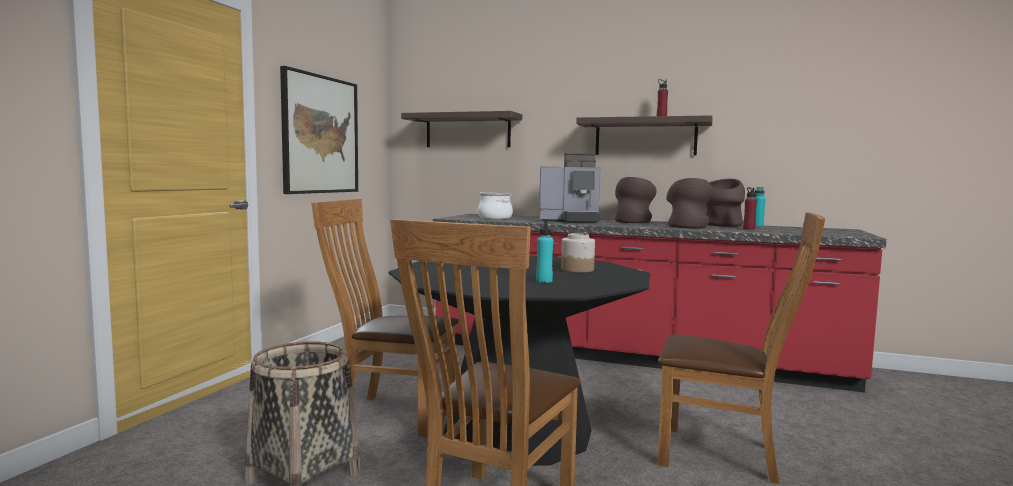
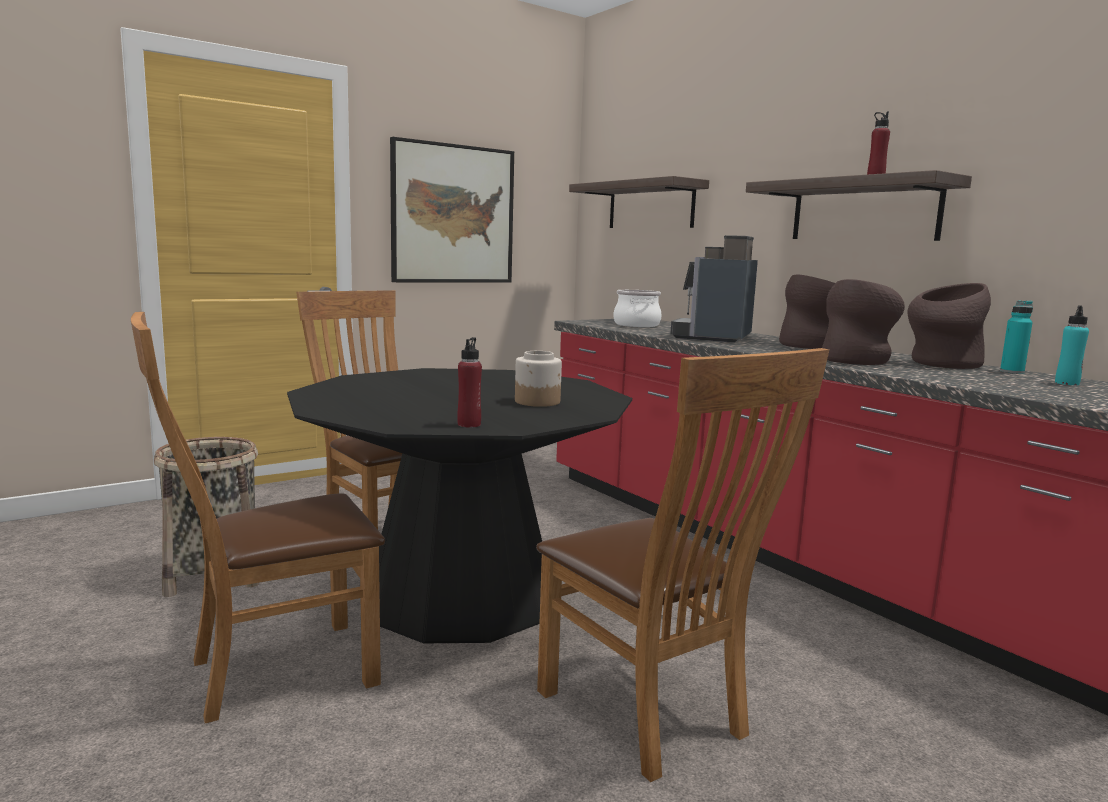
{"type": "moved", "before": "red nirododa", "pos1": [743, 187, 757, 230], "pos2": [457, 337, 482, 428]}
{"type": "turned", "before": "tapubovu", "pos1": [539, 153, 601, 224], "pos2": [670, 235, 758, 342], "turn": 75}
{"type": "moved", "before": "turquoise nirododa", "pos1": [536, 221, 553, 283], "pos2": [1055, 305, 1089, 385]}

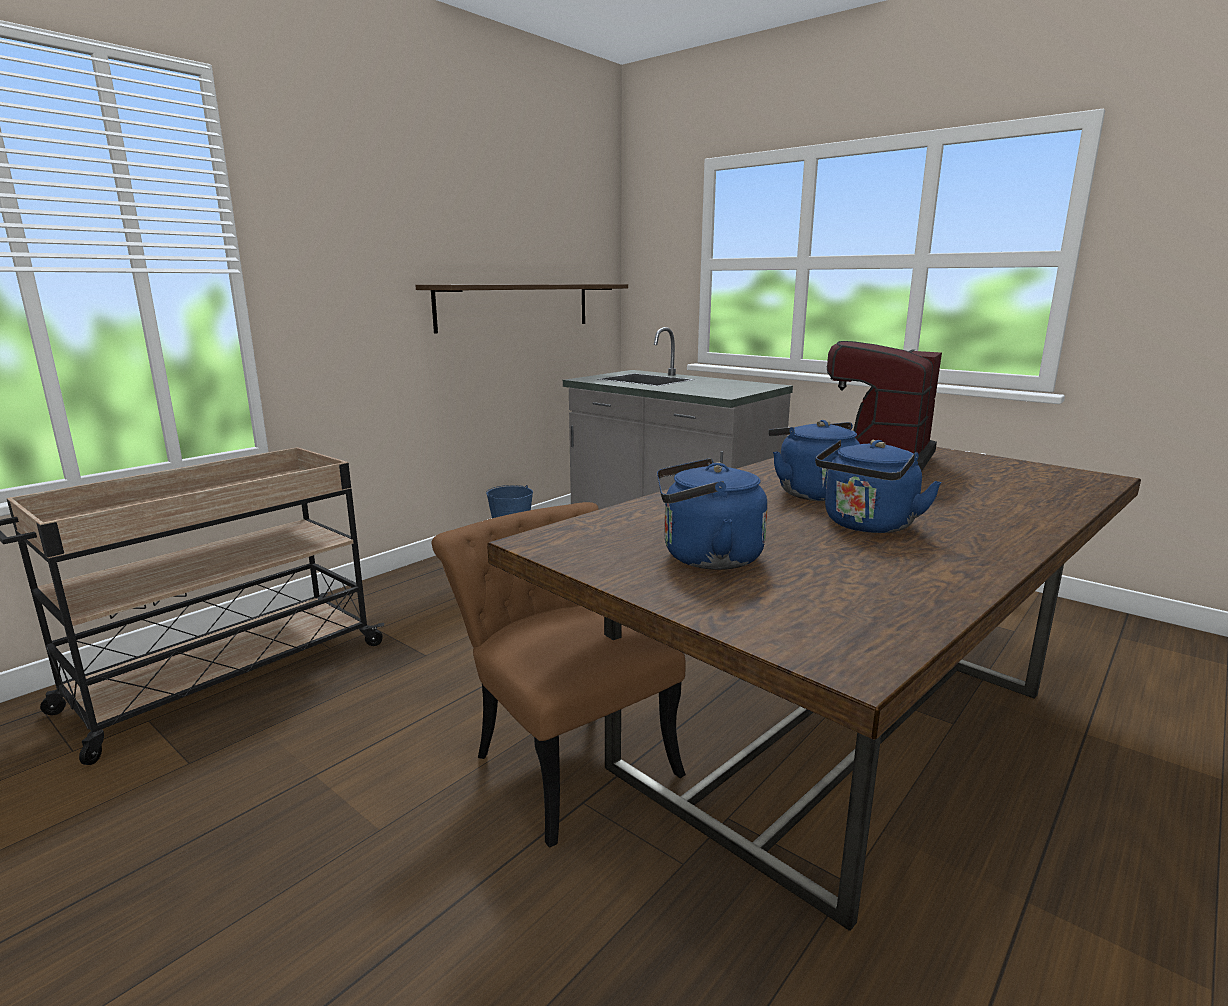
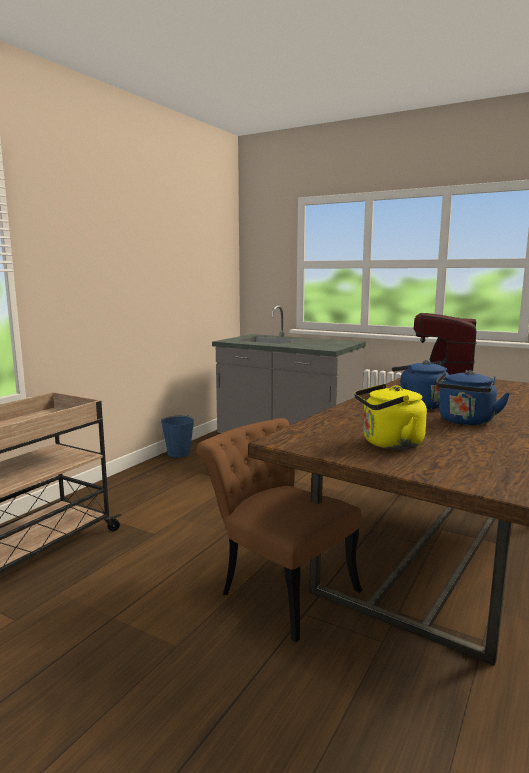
{"type": "recoloured", "before": "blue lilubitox", "after": "yellow lilubitox", "pos1": [657, 458, 768, 570], "pos2": [354, 384, 427, 450]}
{"type": "removed", "before": "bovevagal", "pos1": [415, 284, 628, 333]}

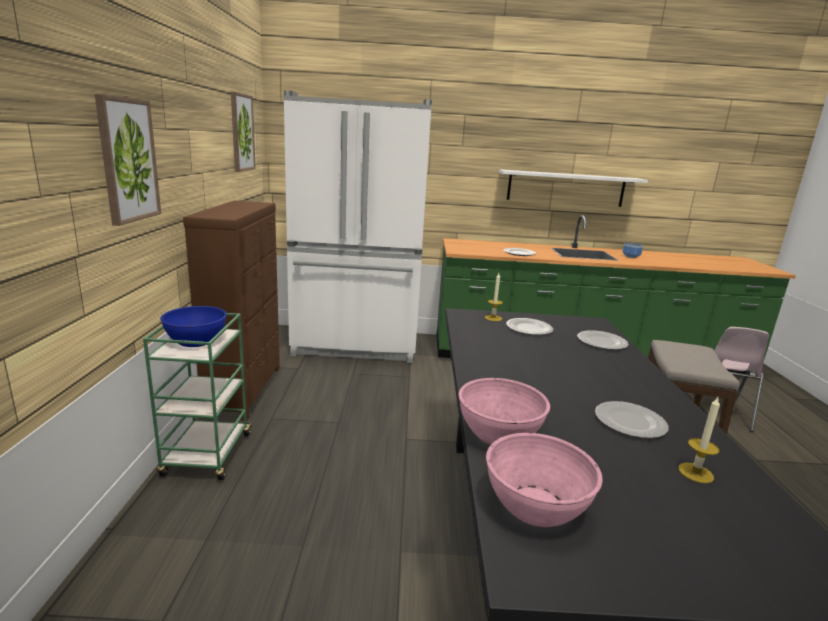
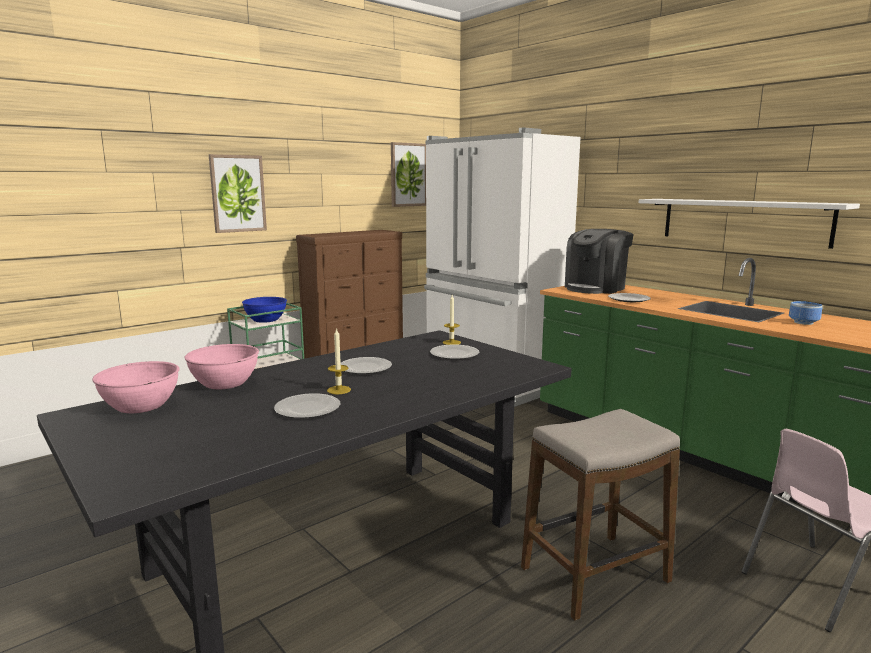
{"type": "moved", "before": "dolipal", "pos1": [678, 397, 720, 484], "pos2": [327, 328, 351, 394]}
{"type": "moved", "before": "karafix", "pos1": [577, 330, 629, 350], "pos2": [341, 357, 392, 374]}
{"type": "added", "after": "tapubovu", "pos2": [565, 229, 634, 294]}

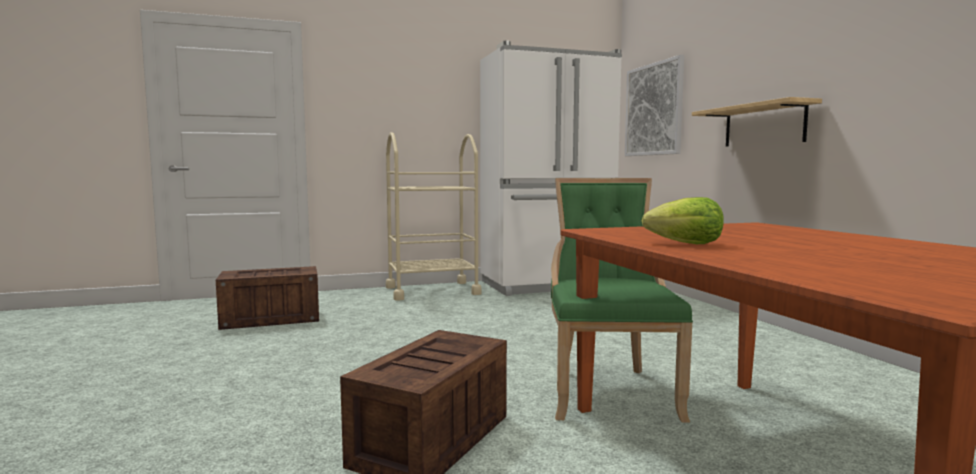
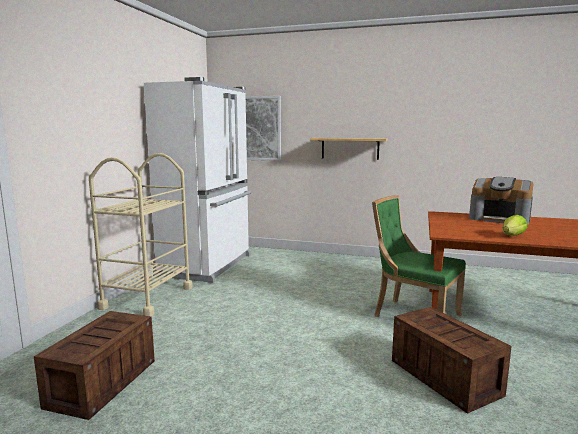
{"type": "added", "after": "tapubovu", "pos2": [469, 177, 533, 225]}

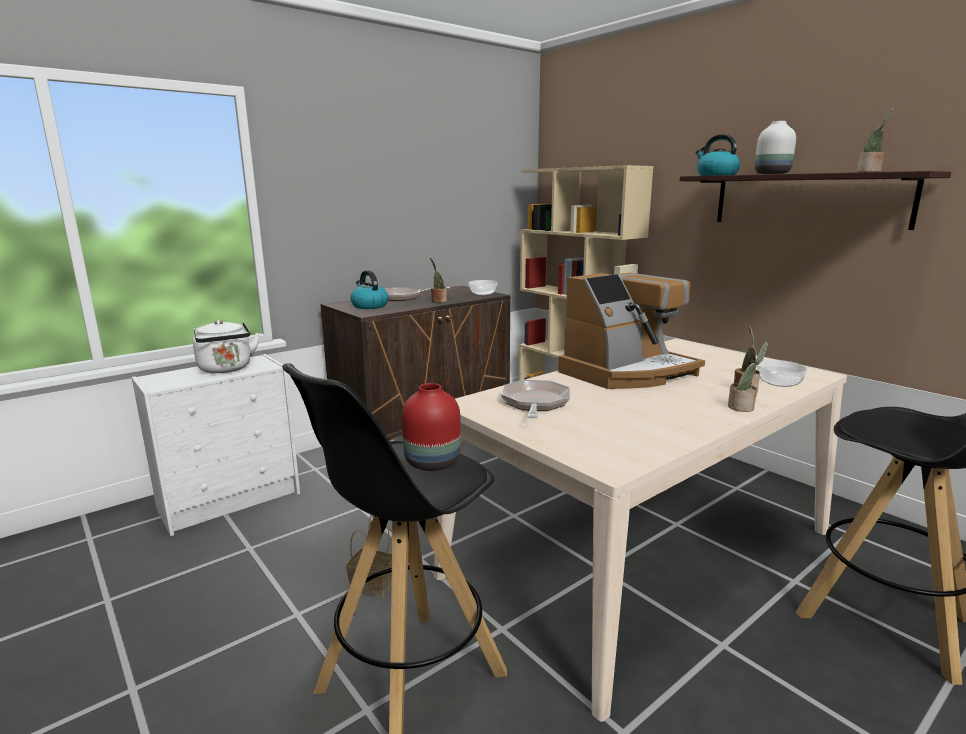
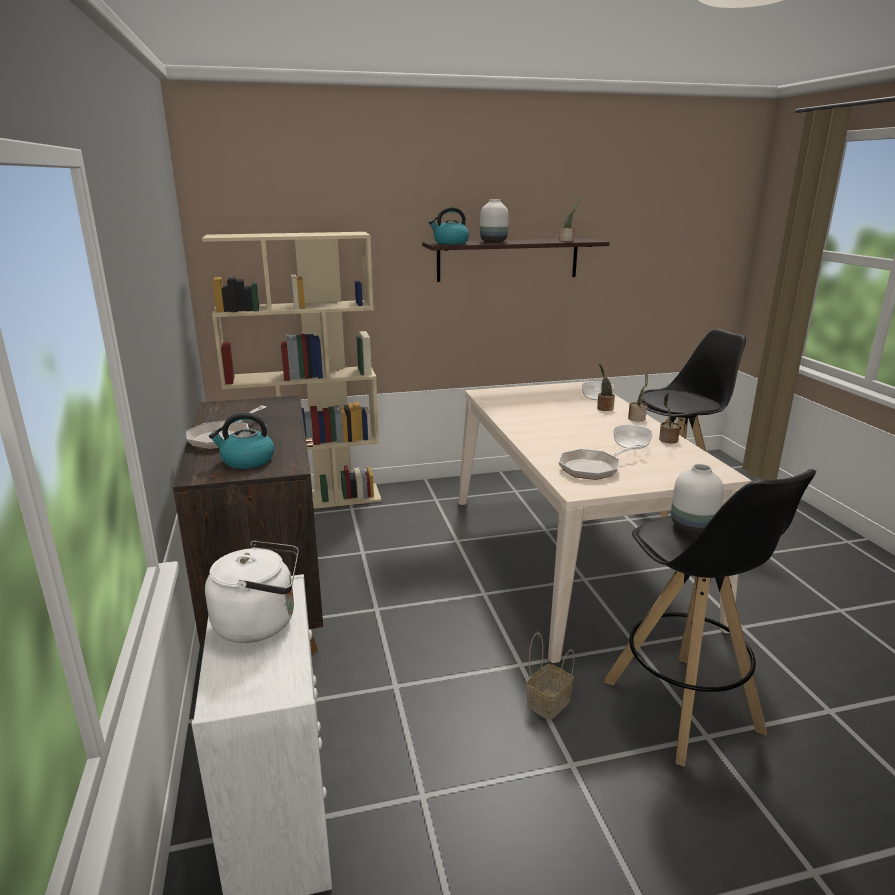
{"type": "turned", "before": "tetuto", "pos1": [501, 380, 570, 418], "pos2": [559, 444, 646, 480], "turn": -60}
{"type": "moved", "before": "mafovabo", "pos1": [468, 280, 498, 295], "pos2": [613, 425, 653, 450]}
{"type": "moved", "before": "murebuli", "pos1": [430, 258, 447, 303], "pos2": [659, 393, 680, 443]}
{"type": "recoloured", "before": "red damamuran", "after": "white damamuran", "pos1": [402, 383, 461, 471], "pos2": [671, 464, 724, 534]}
{"type": "removed", "before": "tapubovu", "pos1": [558, 273, 705, 389]}

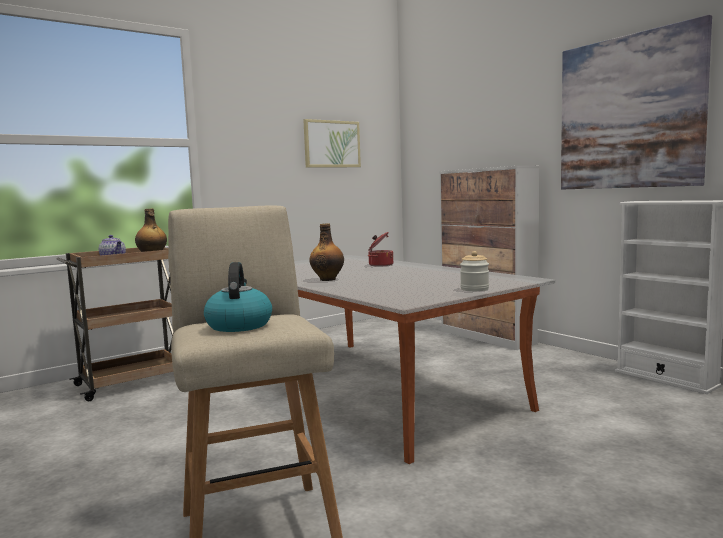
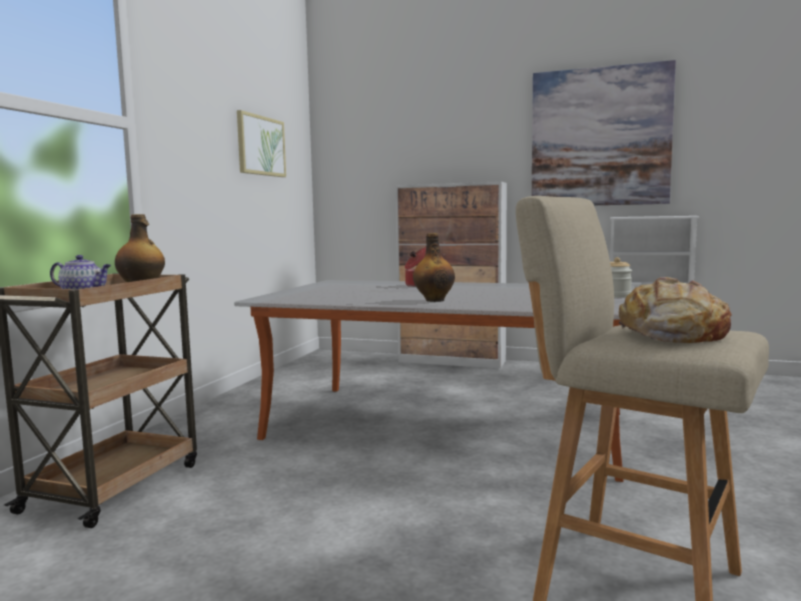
{"type": "replaced", "before": "lilubitox", "after": "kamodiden", "pos1": [204, 262, 272, 332], "pos2": [619, 277, 732, 343]}

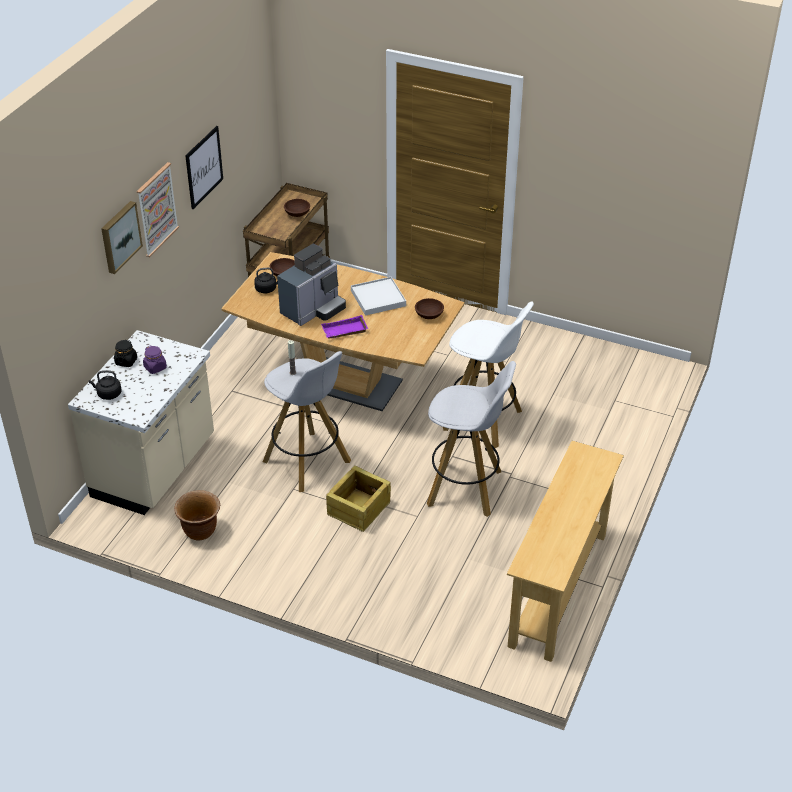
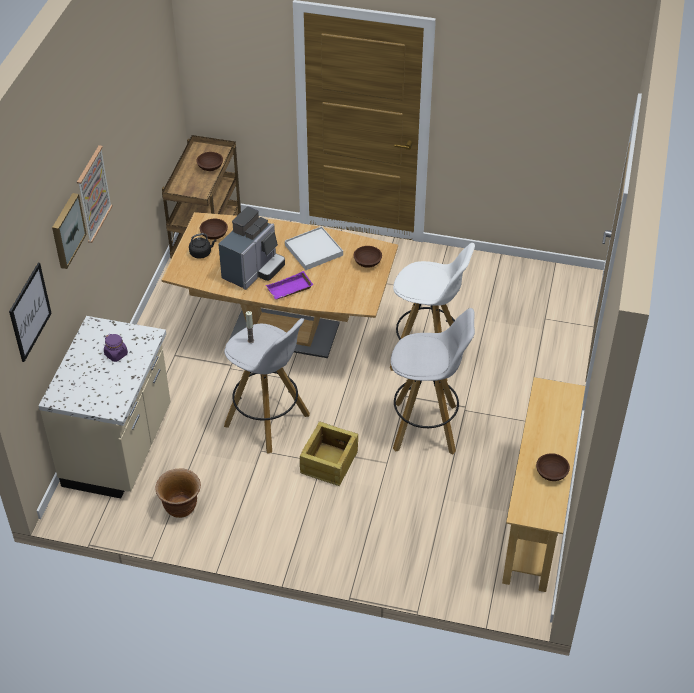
{"type": "moved", "before": "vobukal", "pos1": [185, 126, 223, 209], "pos2": [9, 263, 52, 362]}
{"type": "added", "after": "brown mafovabo", "pos2": [536, 453, 570, 481]}
{"type": "removed", "before": "black lilubitox", "pos1": [89, 370, 121, 400]}
{"type": "removed", "before": "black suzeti", "pos1": [114, 340, 137, 367]}

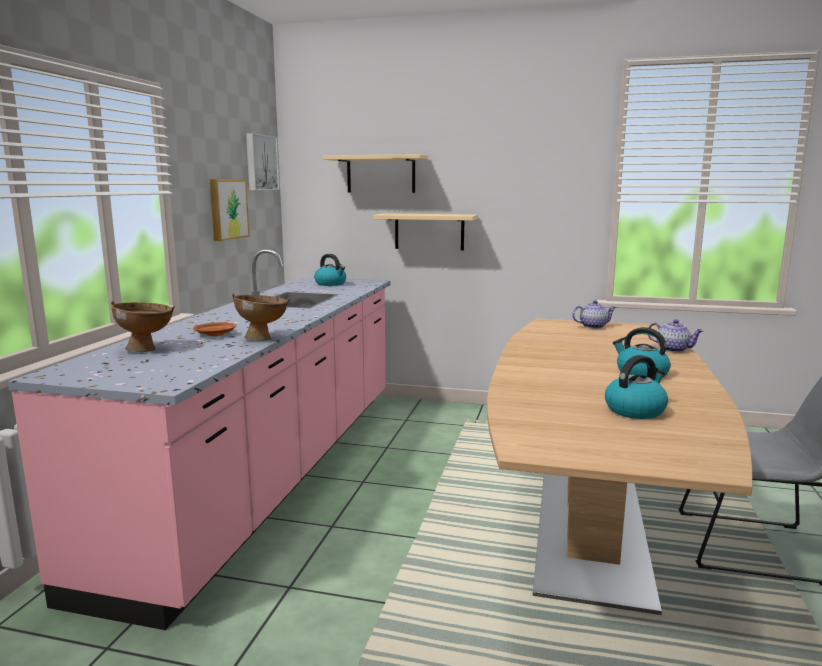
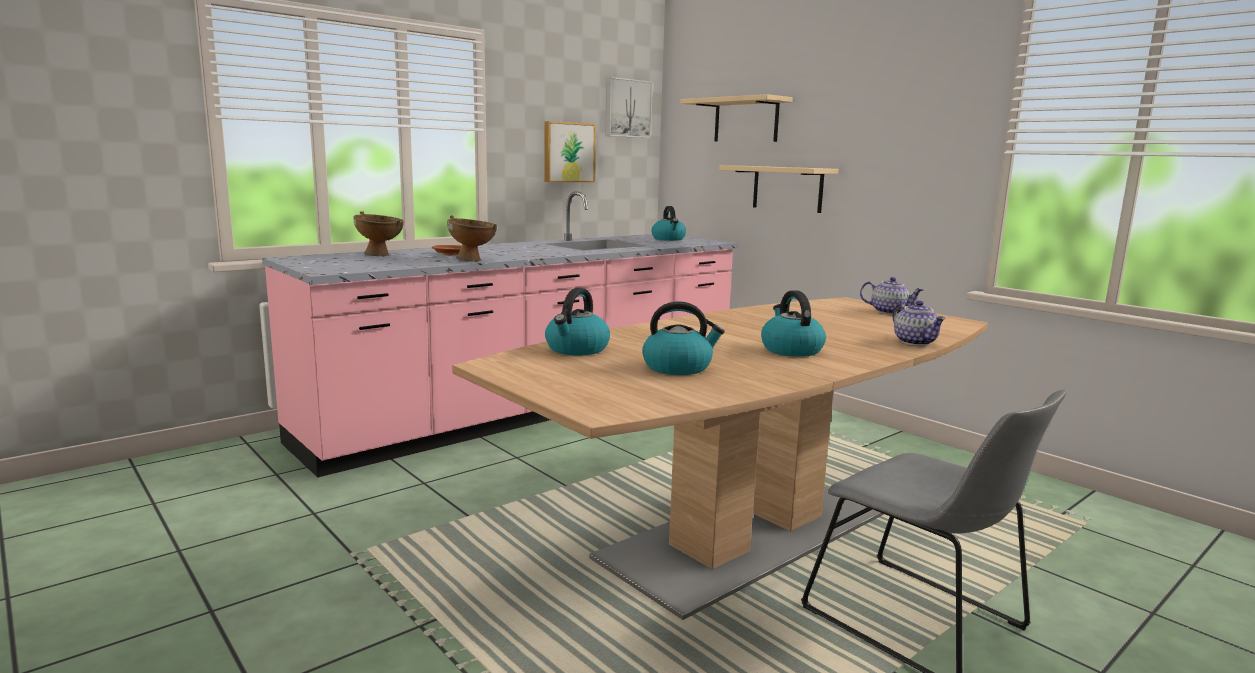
{"type": "added", "after": "lilubitox", "pos2": [545, 288, 610, 356]}

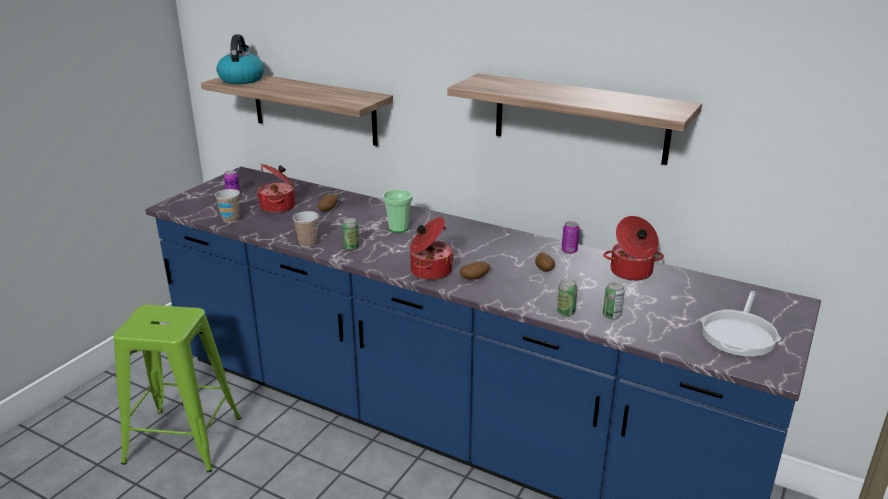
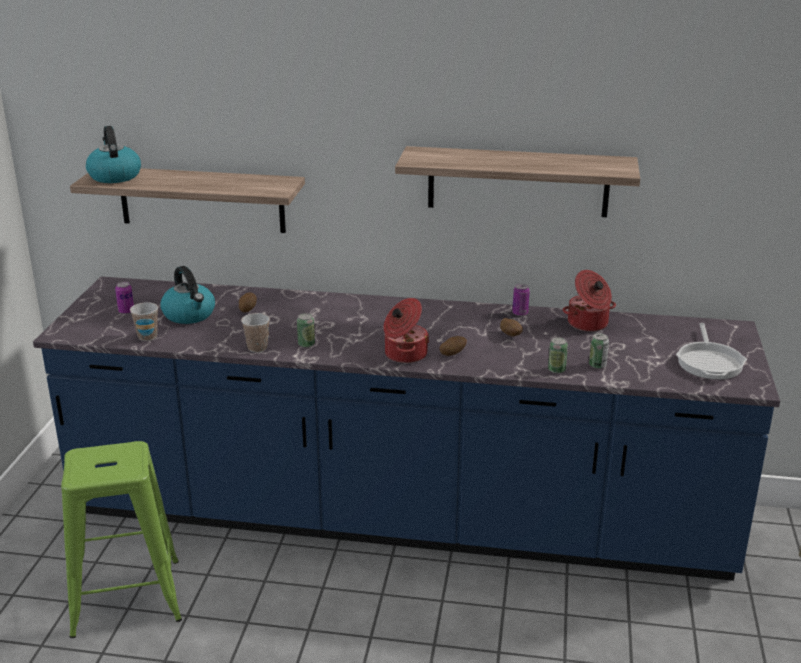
{"type": "replaced", "before": "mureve", "after": "lilubitox", "pos1": [257, 164, 295, 213], "pos2": [161, 266, 215, 324]}
{"type": "removed", "before": "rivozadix", "pos1": [383, 190, 412, 233]}

